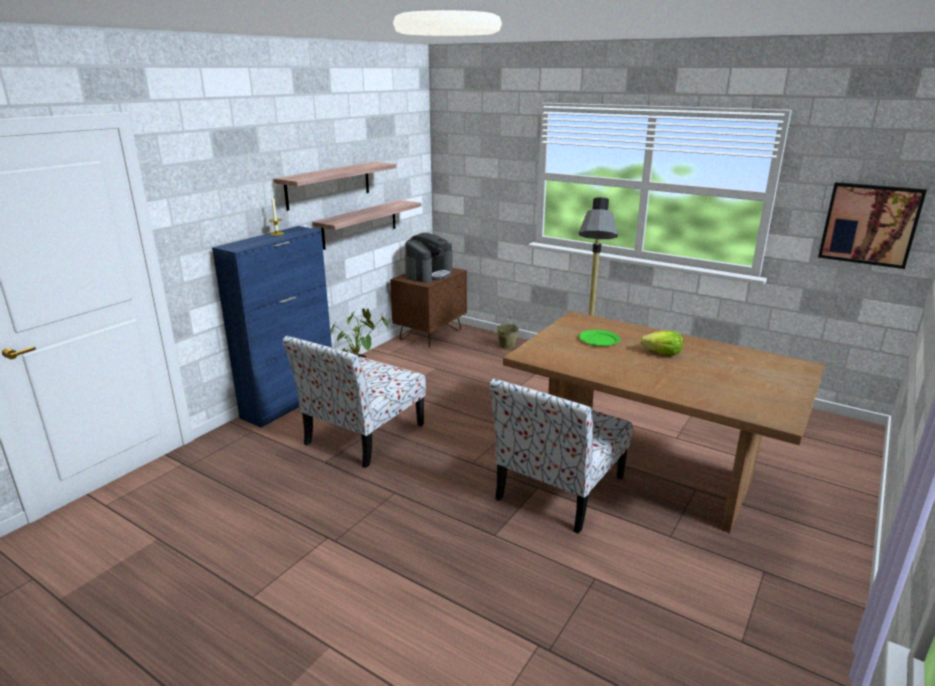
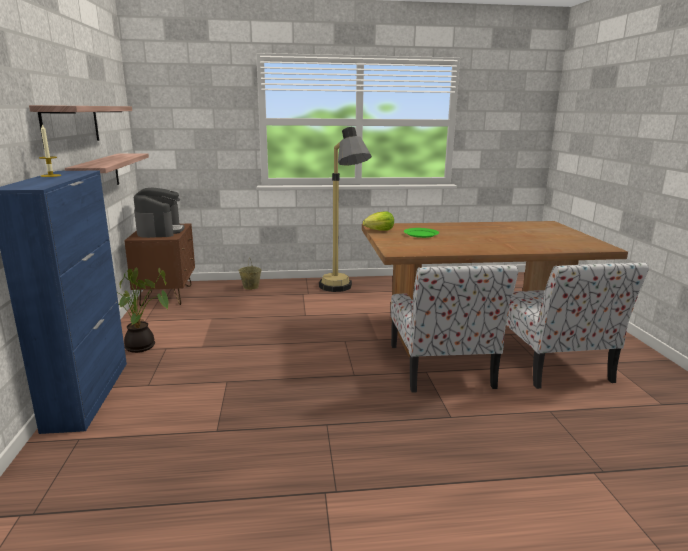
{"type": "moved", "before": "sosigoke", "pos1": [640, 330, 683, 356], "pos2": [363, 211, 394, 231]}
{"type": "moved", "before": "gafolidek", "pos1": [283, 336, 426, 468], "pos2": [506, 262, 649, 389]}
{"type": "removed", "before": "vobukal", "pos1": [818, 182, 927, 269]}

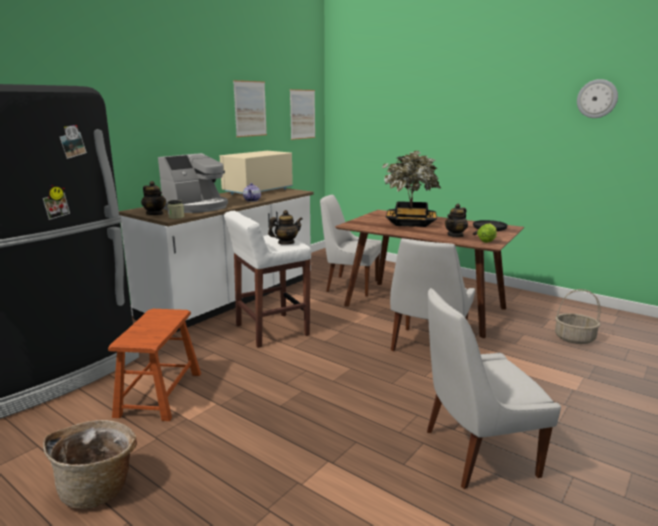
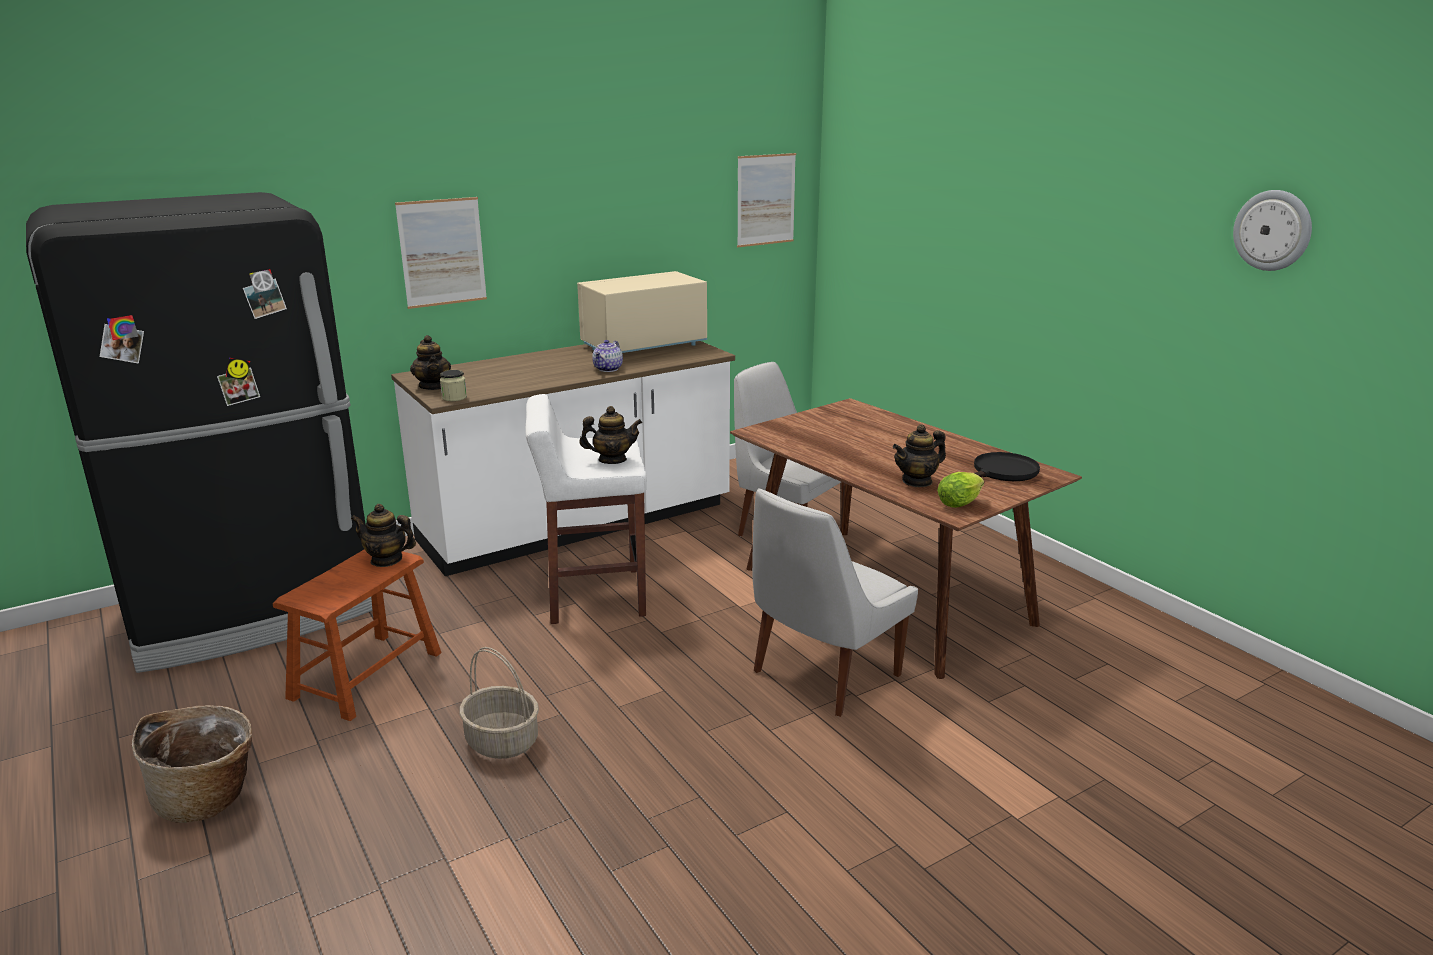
{"type": "added", "after": "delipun", "pos2": [351, 504, 416, 567]}
{"type": "moved", "before": "vobukal", "pos1": [233, 80, 267, 137], "pos2": [395, 197, 487, 309]}
{"type": "moved", "before": "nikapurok", "pos1": [555, 289, 600, 344], "pos2": [459, 647, 539, 759]}
{"type": "removed", "before": "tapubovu", "pos1": [158, 153, 228, 213]}
{"type": "removed", "before": "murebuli", "pos1": [382, 150, 441, 227]}
{"type": "removed", "before": "white gafolidek", "pos1": [427, 288, 561, 489]}

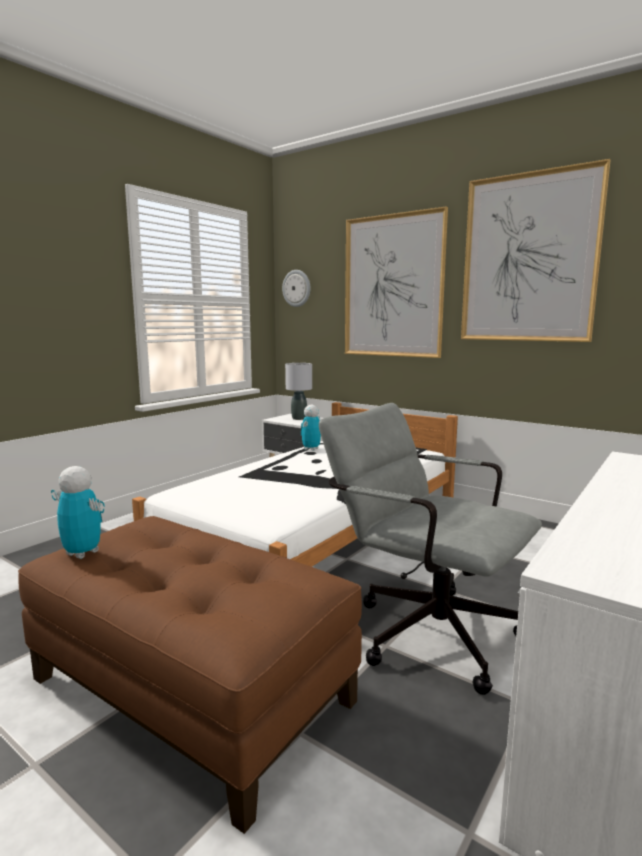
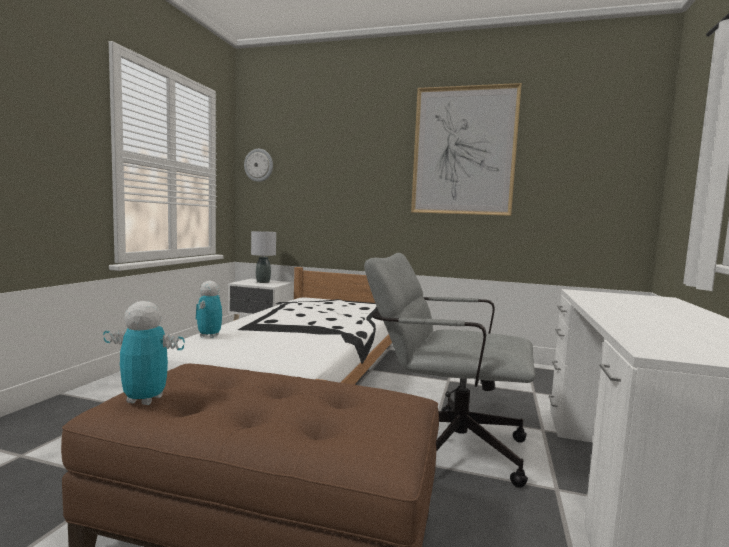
{"type": "moved", "before": "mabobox", "pos1": [301, 404, 321, 451], "pos2": [196, 281, 222, 338]}
{"type": "removed", "before": "vobukal", "pos1": [345, 206, 448, 358]}

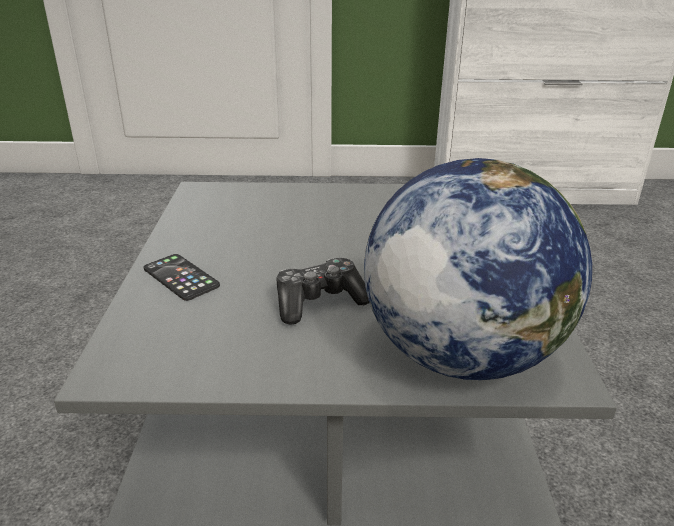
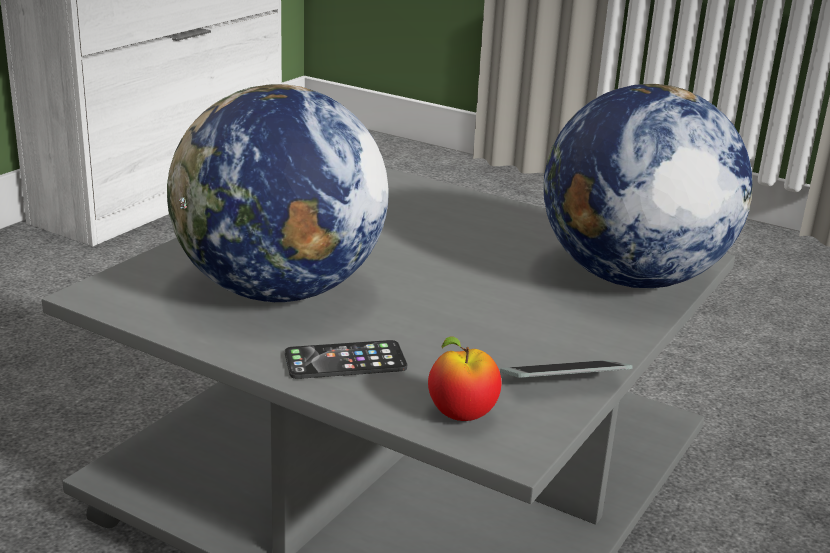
{"type": "added", "after": "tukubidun", "pos2": [167, 84, 389, 302]}
{"type": "added", "after": "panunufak", "pos2": [428, 336, 501, 421]}
{"type": "added", "after": "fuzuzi", "pos2": [500, 360, 632, 378]}
{"type": "removed", "before": "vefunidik", "pos1": [277, 258, 369, 325]}

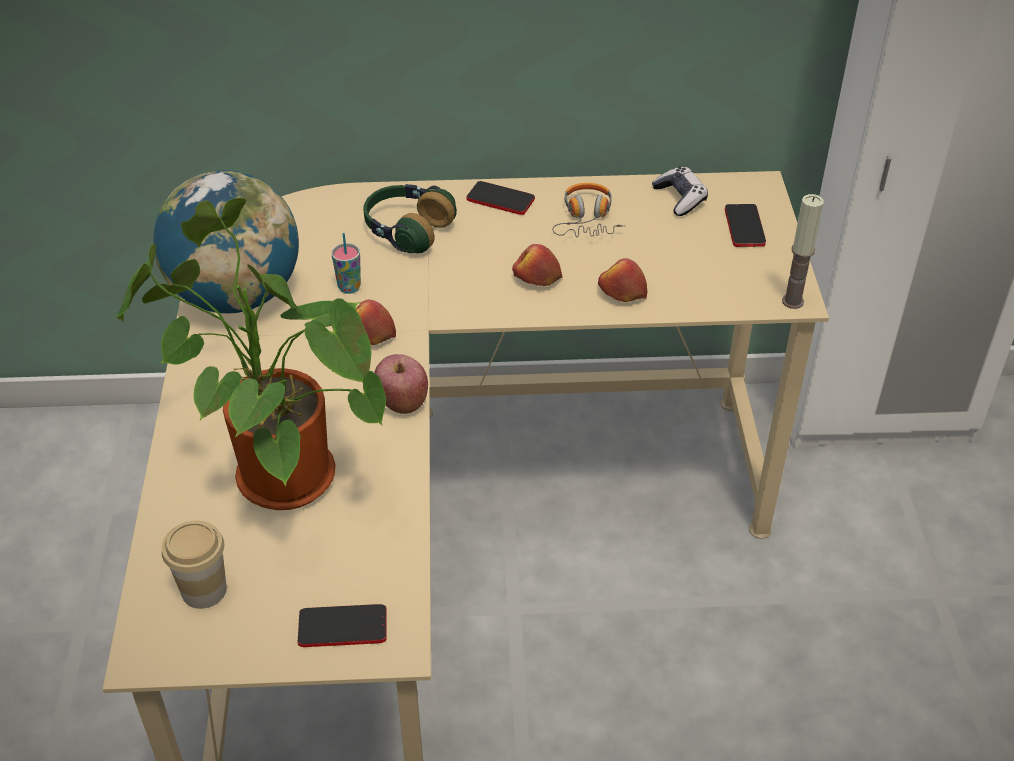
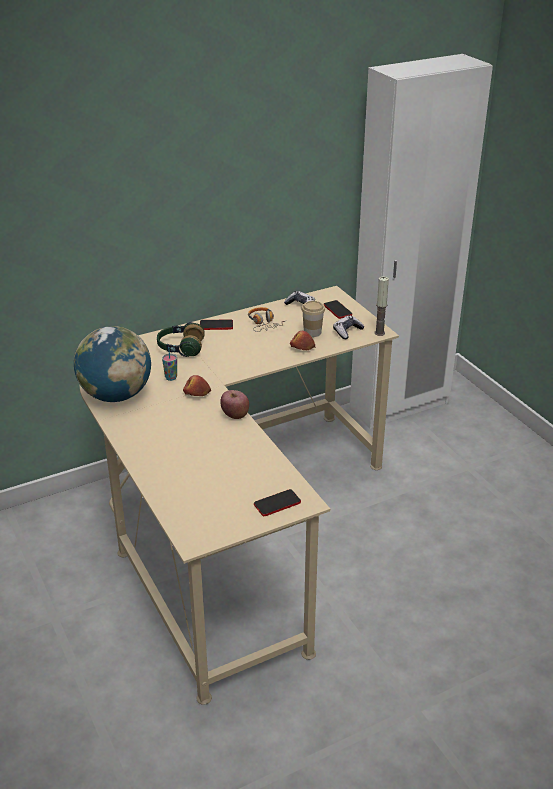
{"type": "moved", "before": "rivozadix", "pos1": [162, 521, 227, 609], "pos2": [301, 301, 325, 337]}
{"type": "added", "after": "vefunidik", "pos2": [333, 315, 365, 339]}
{"type": "removed", "before": "murebuli", "pos1": [117, 198, 386, 510]}
{"type": "removed", "before": "panunufak", "pos1": [512, 244, 562, 286]}

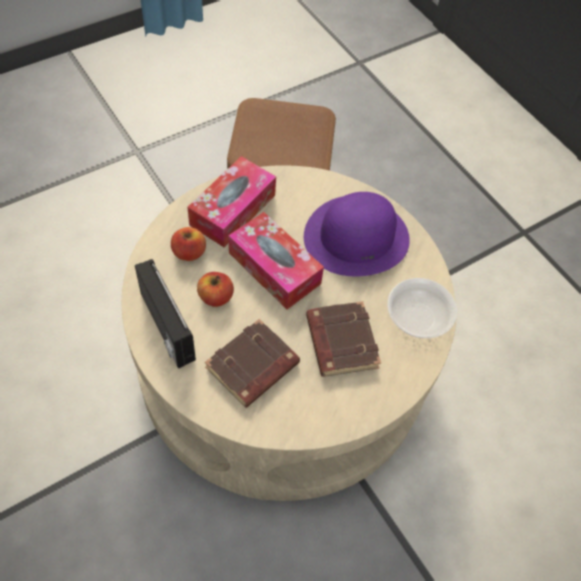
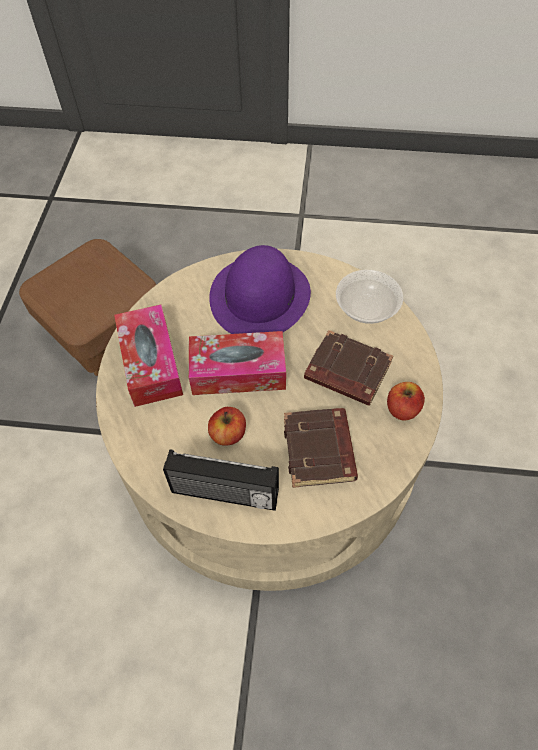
{"type": "moved", "before": "panunufak", "pos1": [171, 227, 206, 261], "pos2": [387, 382, 425, 421]}

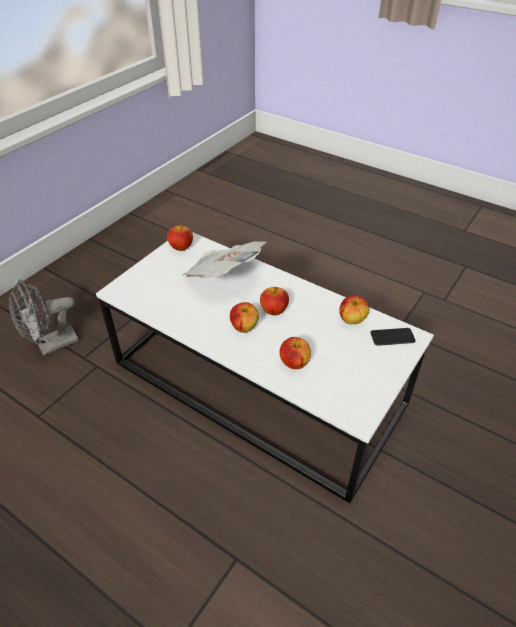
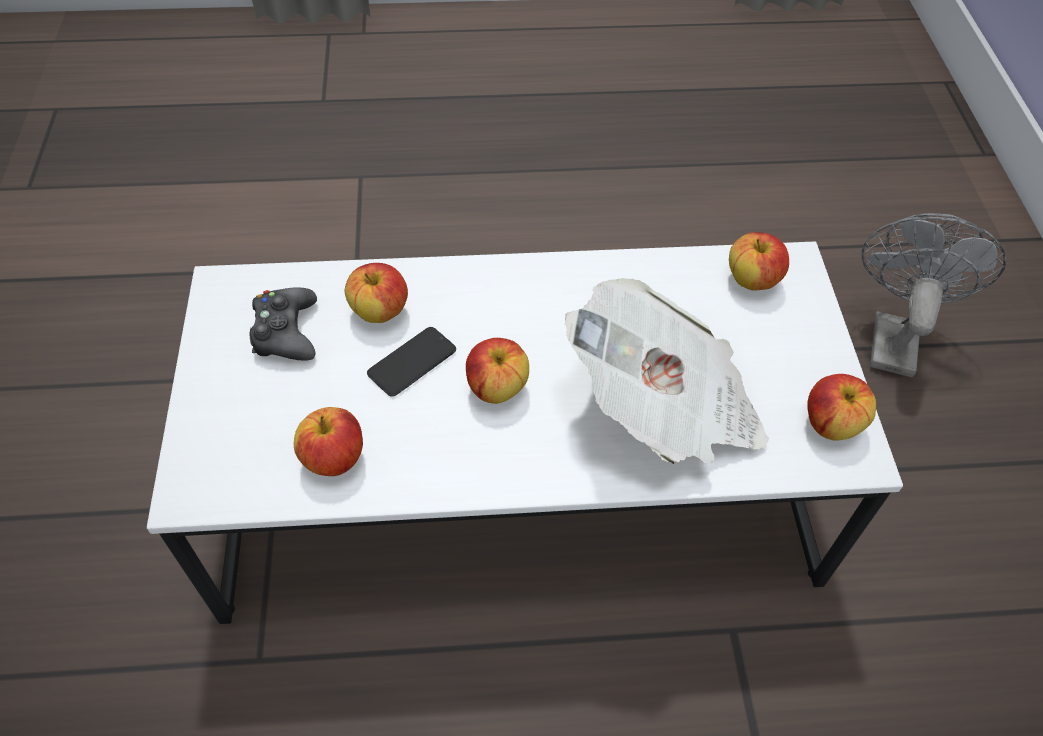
{"type": "added", "after": "black vefunidik", "pos2": [250, 287, 317, 361]}
{"type": "moved", "before": "fuzuzi", "pos1": [371, 328, 416, 346], "pos2": [367, 327, 456, 397]}
{"type": "moved", "before": "panunufak", "pos1": [230, 302, 259, 333], "pos2": [729, 232, 789, 290]}

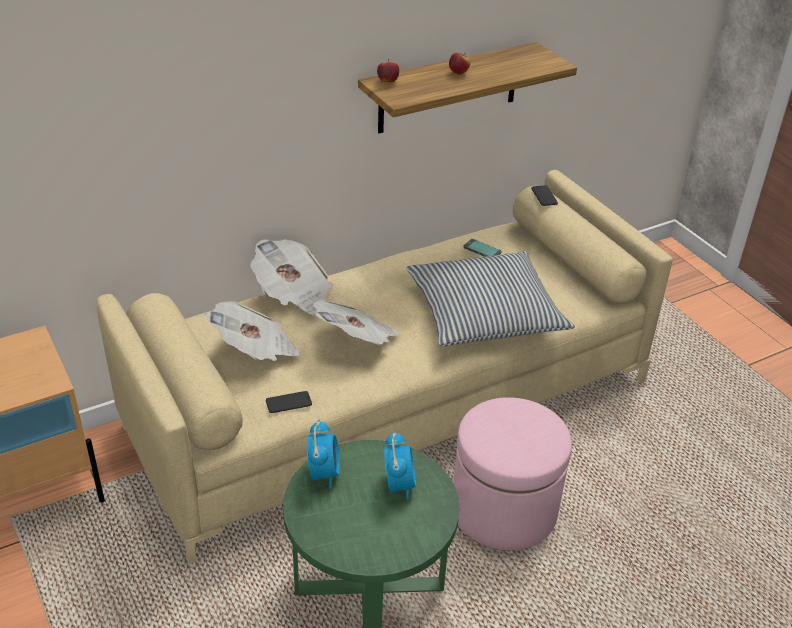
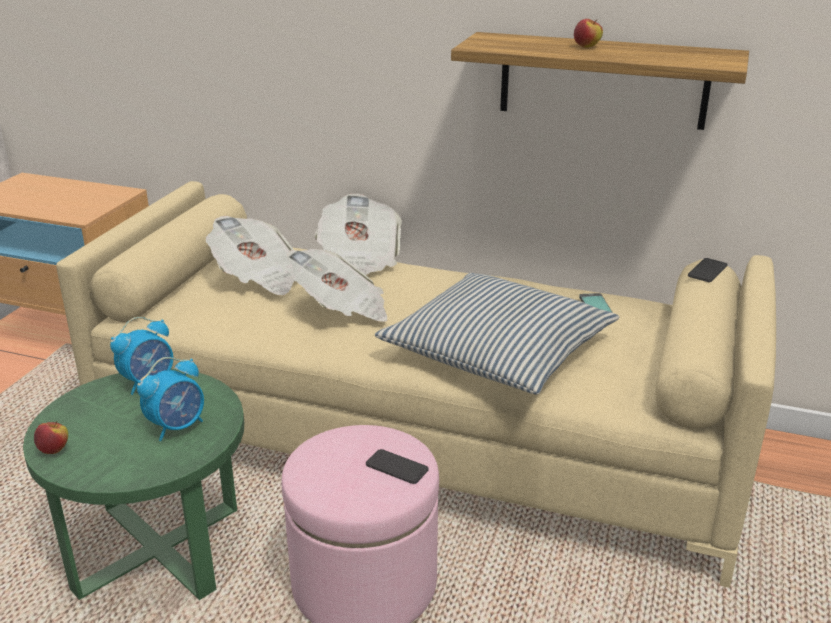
{"type": "moved", "before": "panunufak", "pos1": [377, 59, 399, 83], "pos2": [34, 421, 68, 454]}
{"type": "moved", "before": "fuzuzi", "pos1": [266, 391, 312, 413], "pos2": [366, 449, 428, 484]}

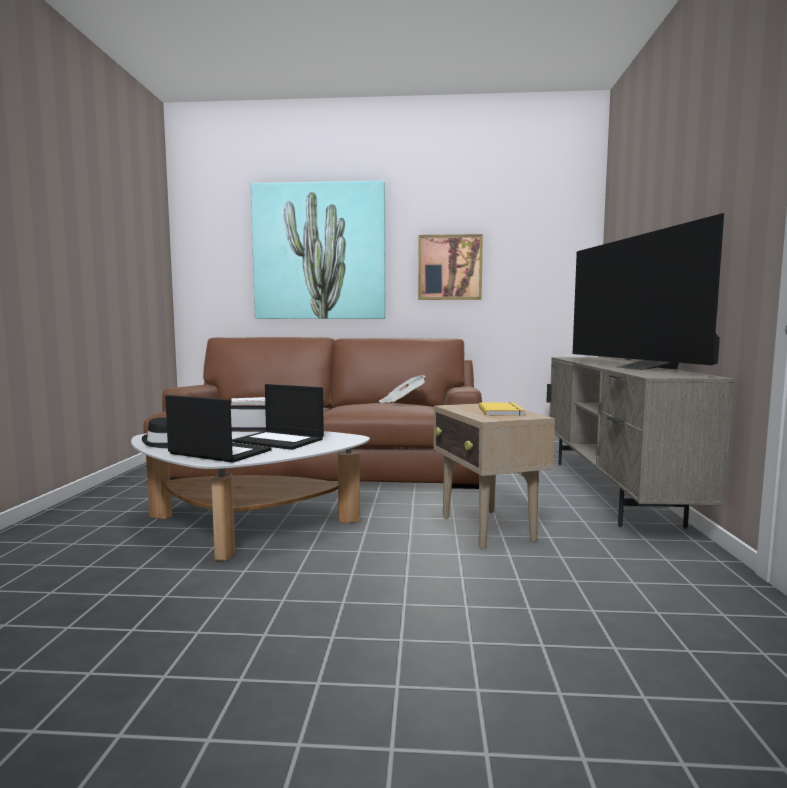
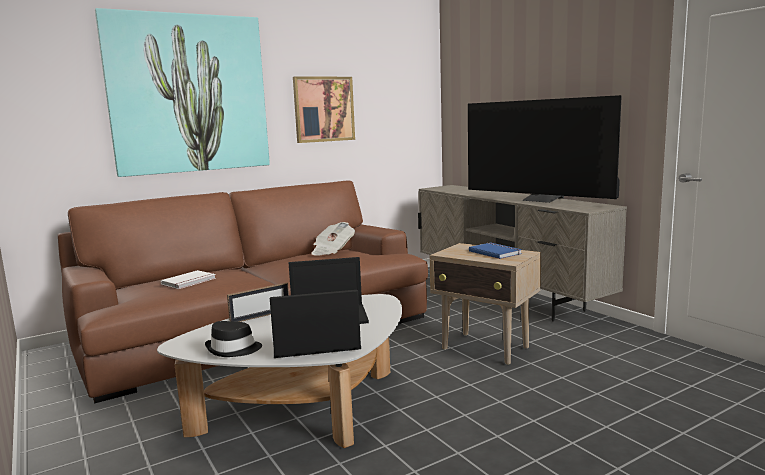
{"type": "recoloured", "before": "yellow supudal", "after": "blue supudal", "pos1": [479, 402, 525, 416], "pos2": [469, 243, 522, 259]}

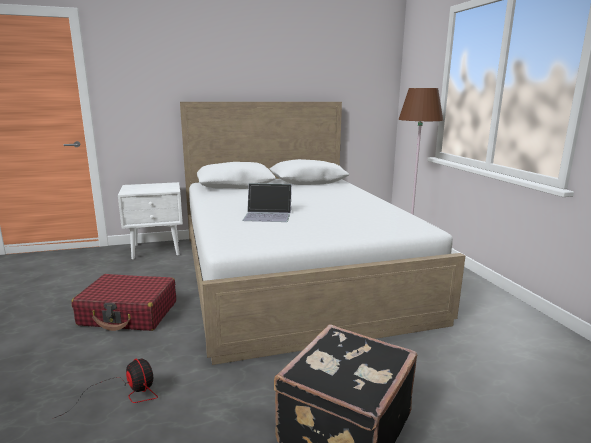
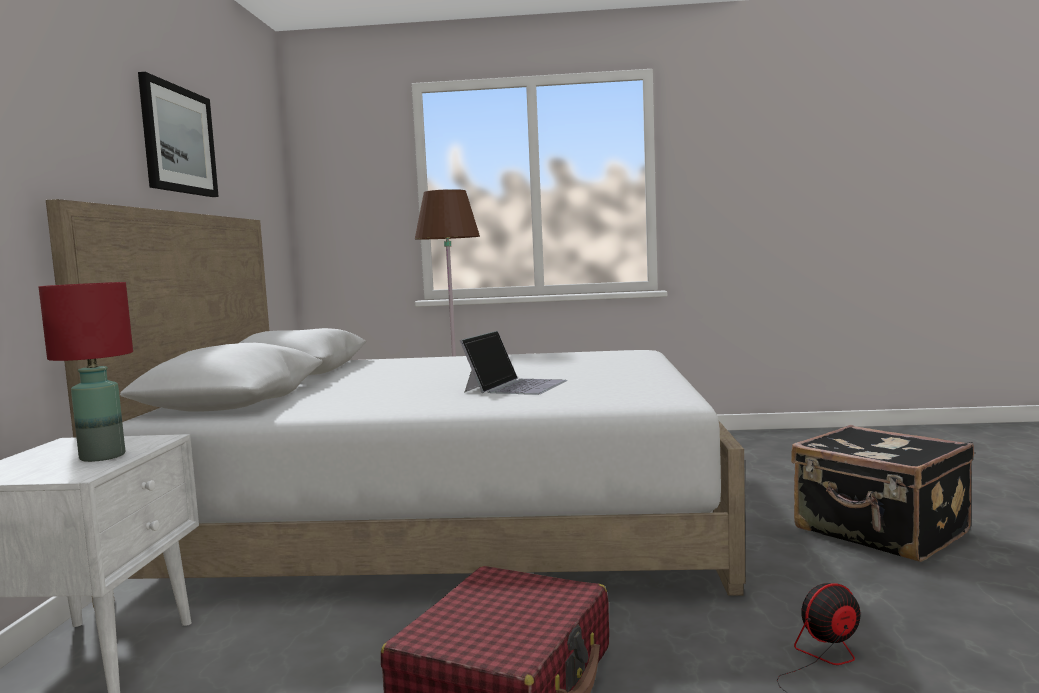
{"type": "added", "after": "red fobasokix", "pos2": [39, 282, 133, 462]}
{"type": "added", "after": "vobukal", "pos2": [138, 72, 219, 197]}

